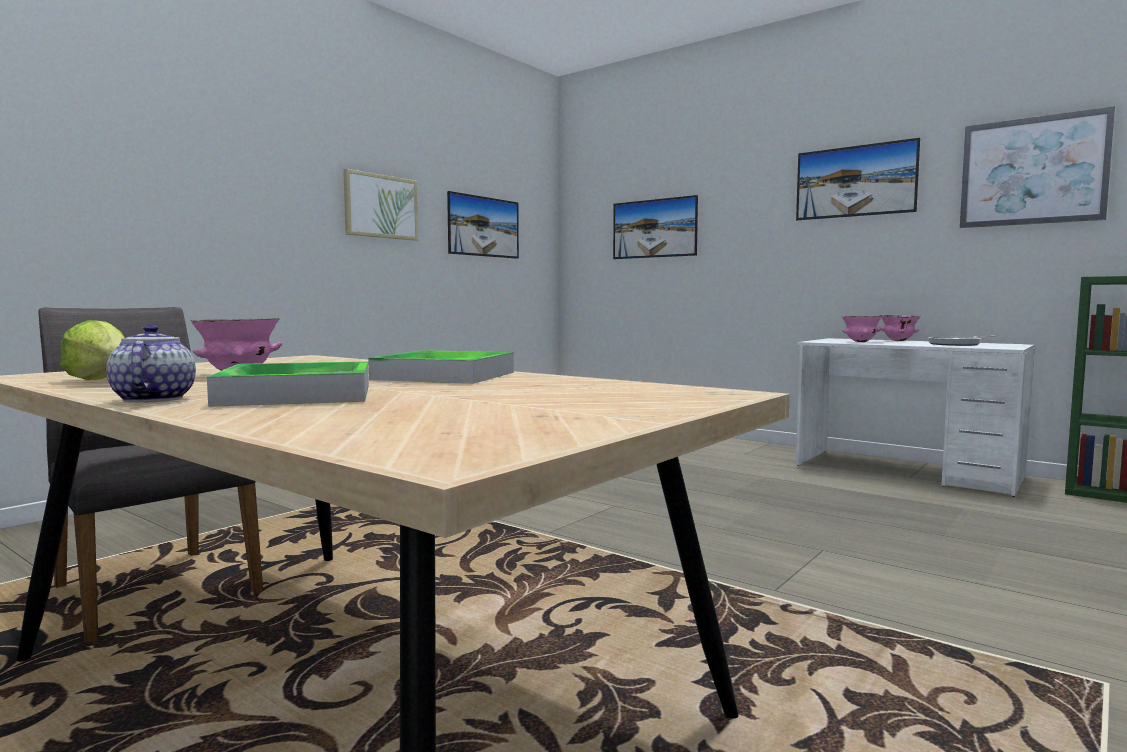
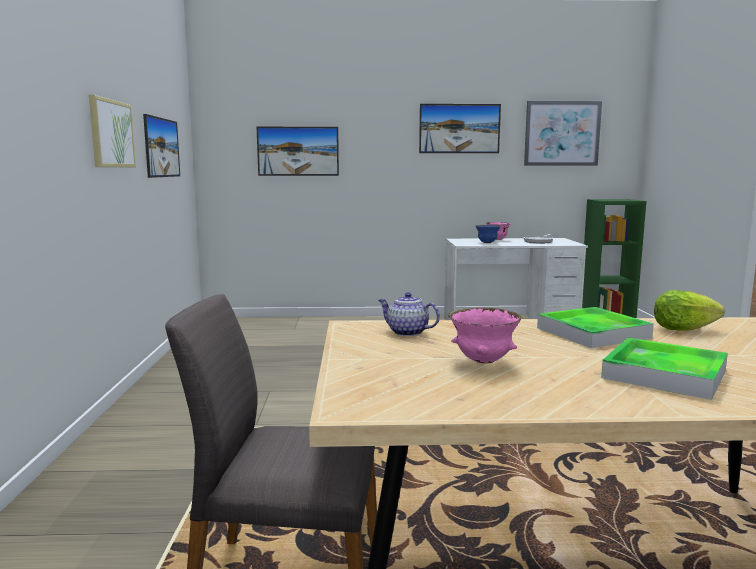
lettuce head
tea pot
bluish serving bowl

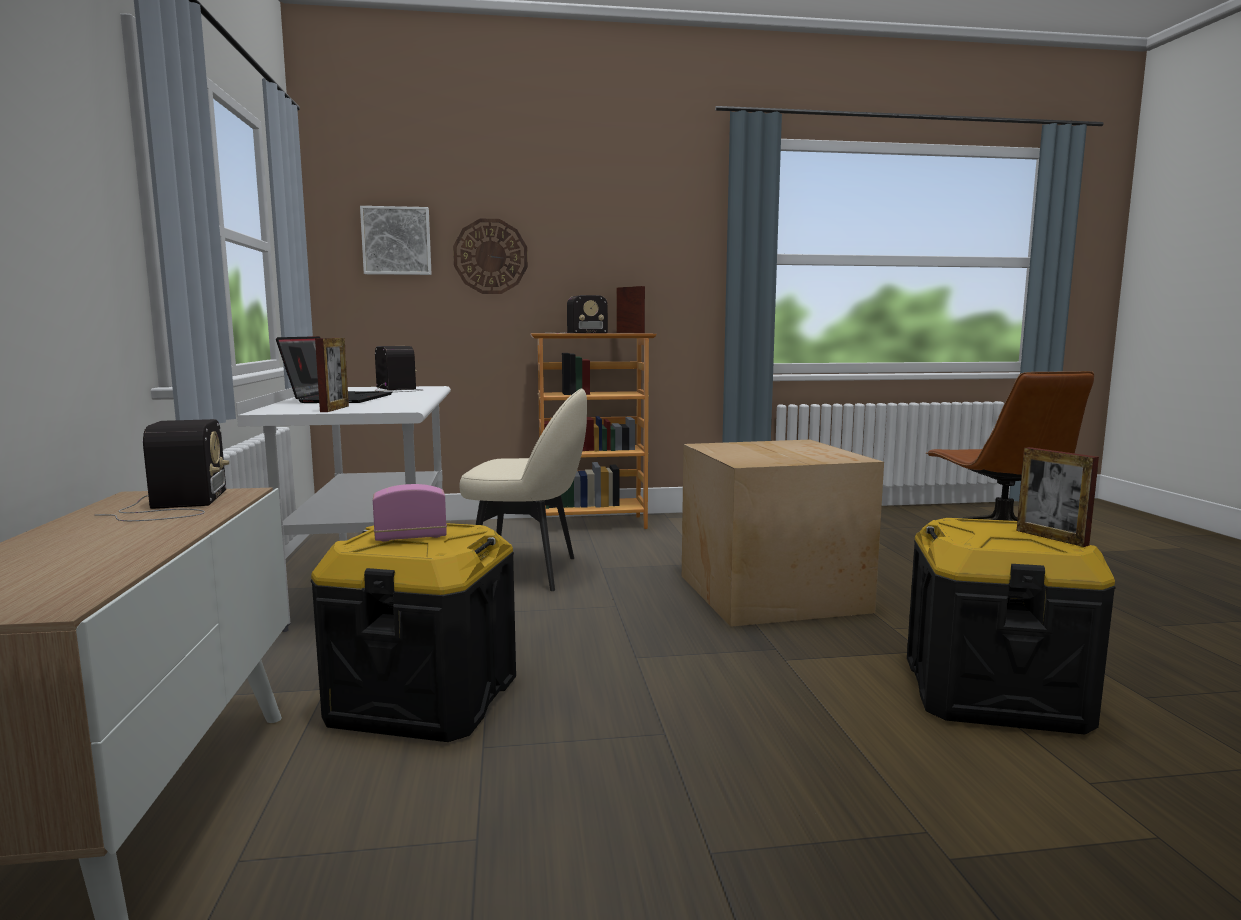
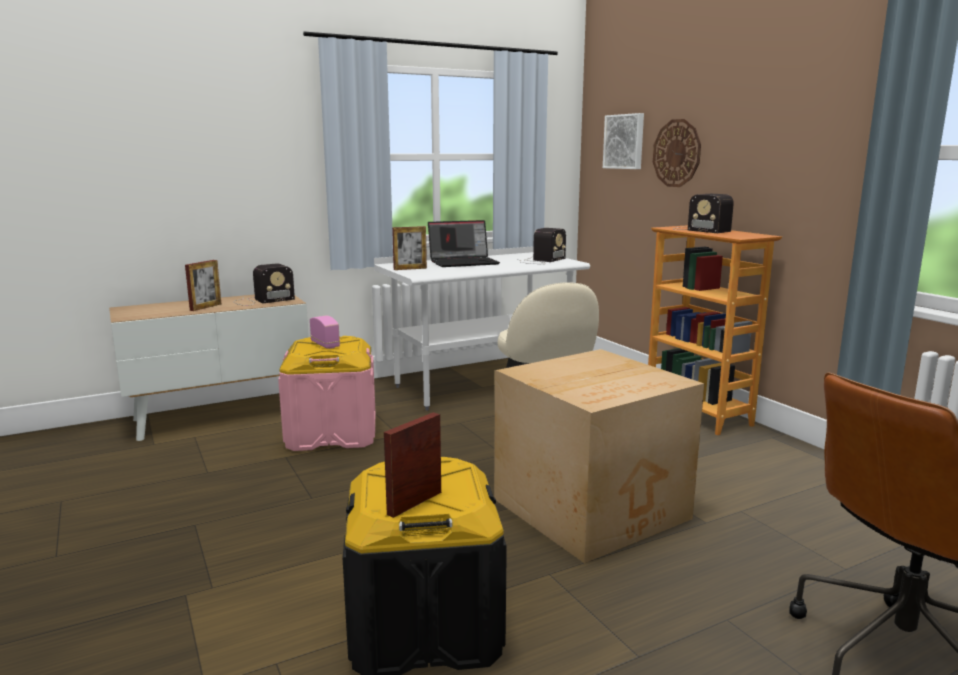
photo frame (1st from left)
pink-coloured storage bin

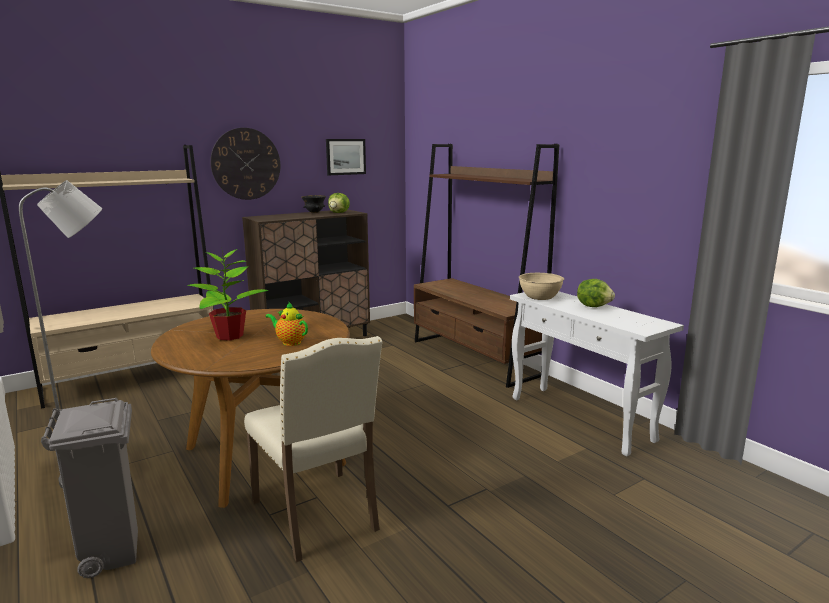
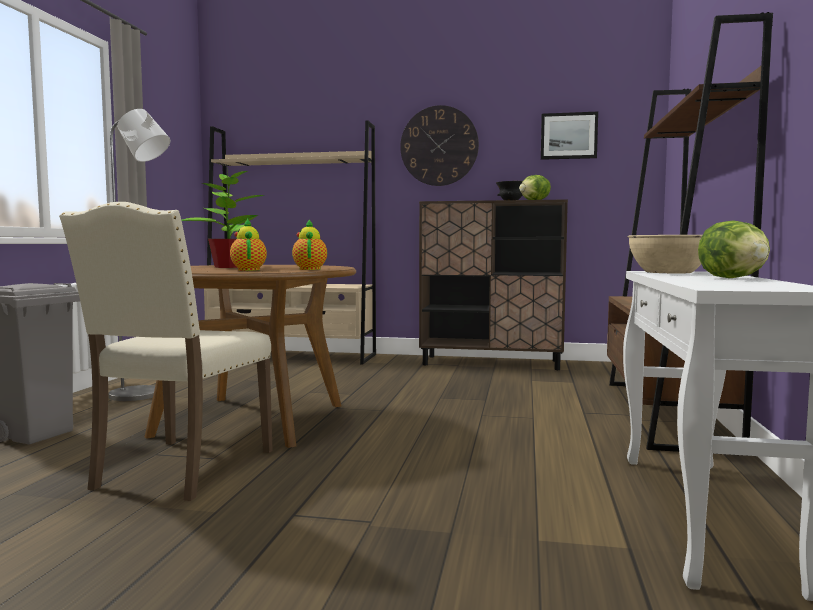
tea pot (2nd from left)

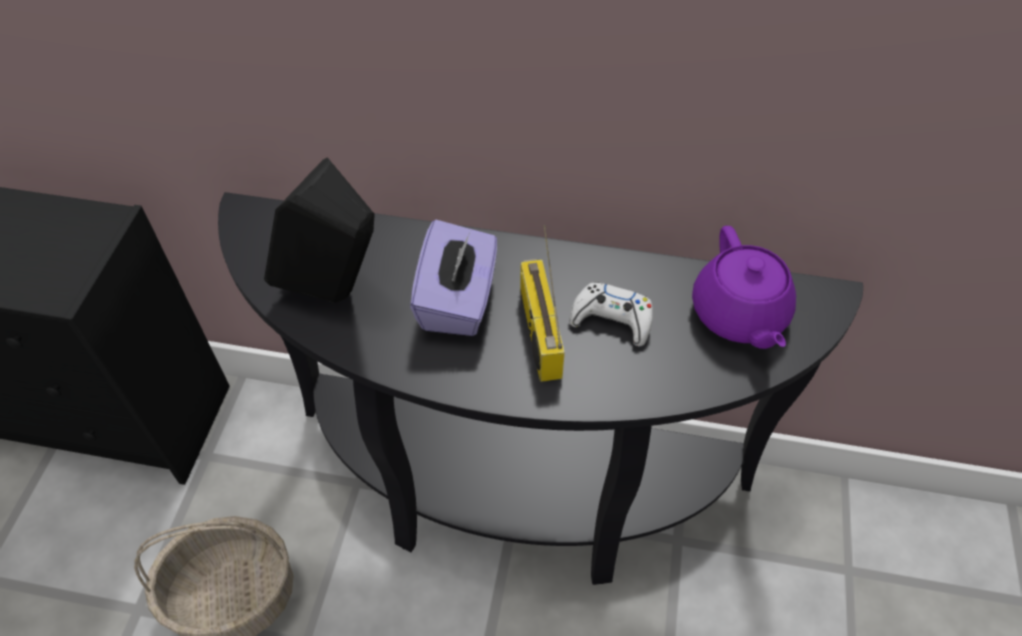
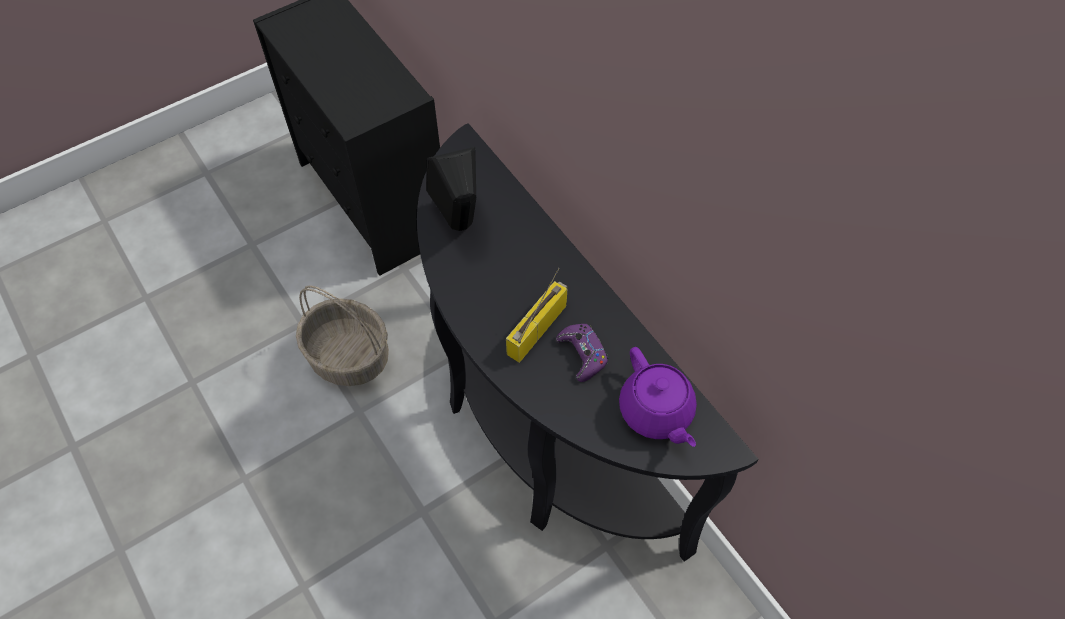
purplish box of tissues
purplish joypad
purplish tea pot

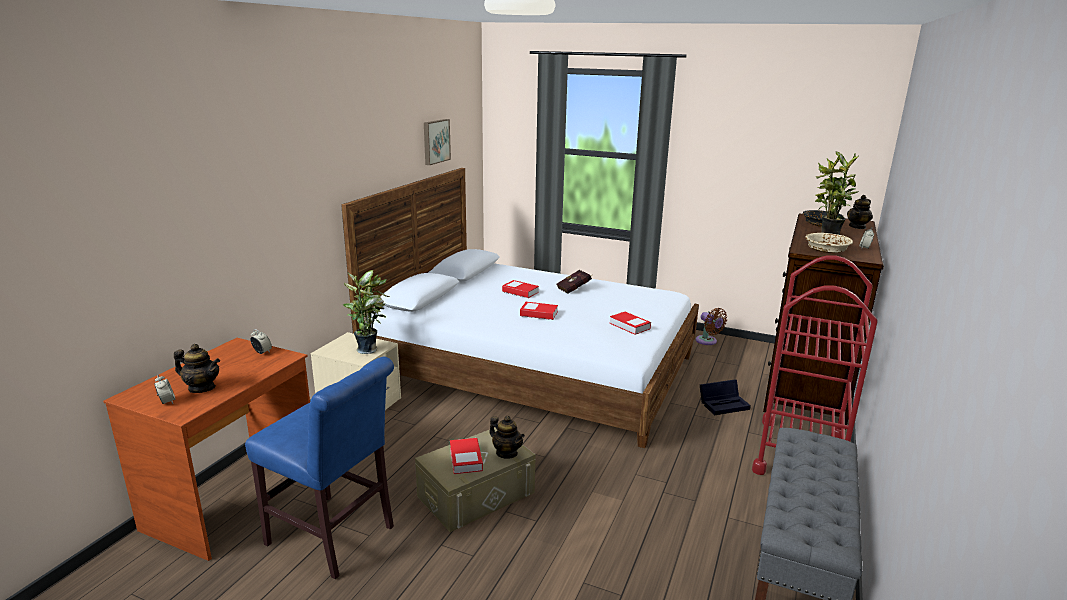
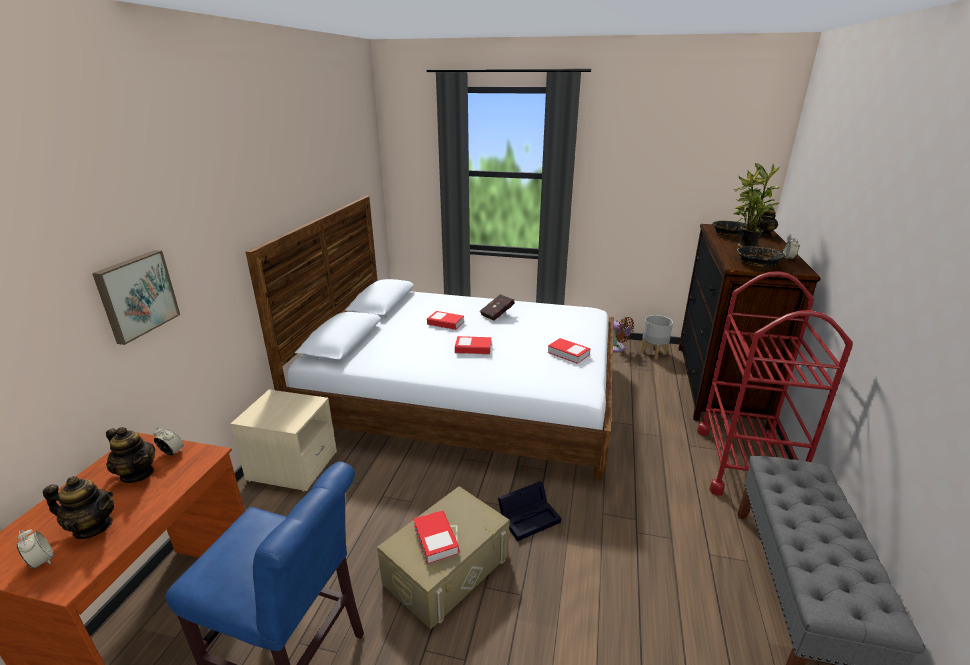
potted plant (1st from left in the first image)
grey flower pot
wall picture
tea pot (2nd from left)
blackish storage bin
blackish serving bowl (2nd from left)

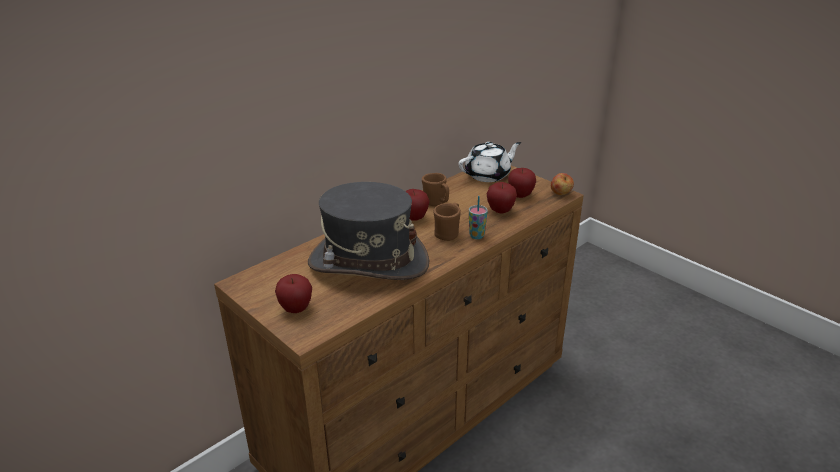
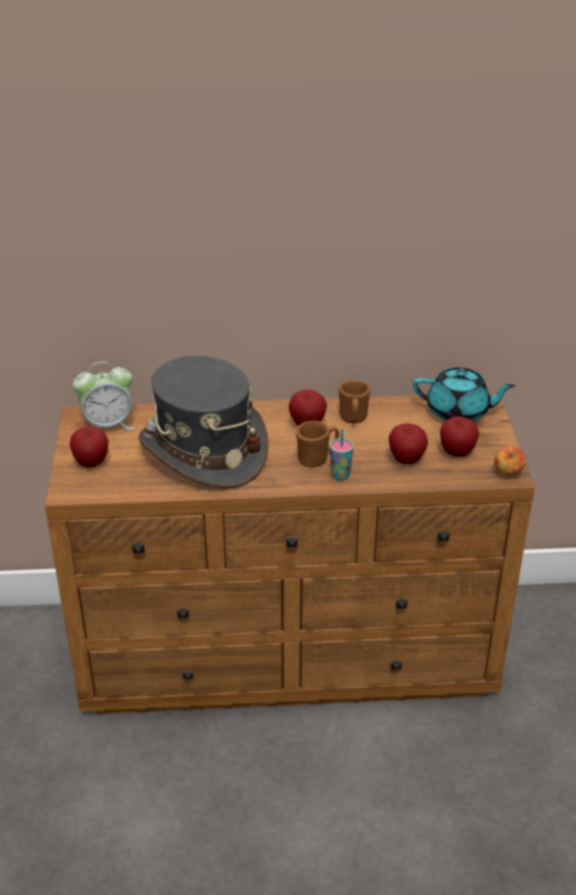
alarm clock
turquoise tea pot

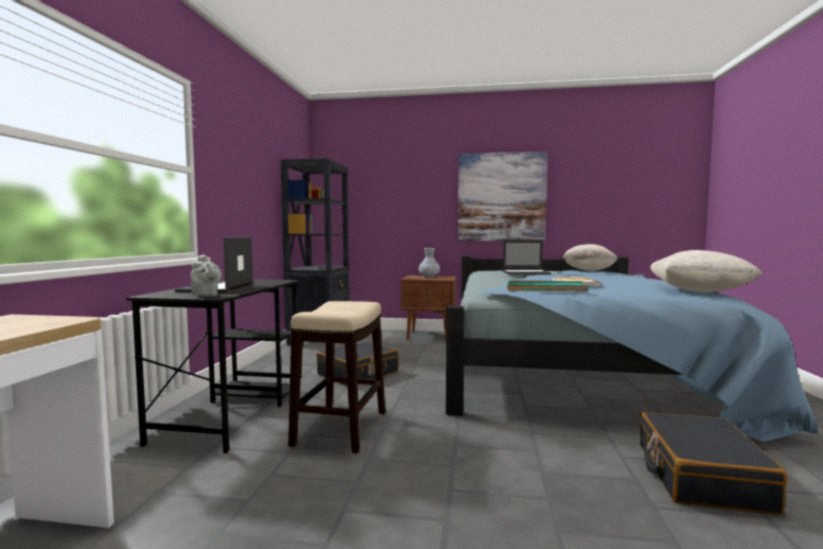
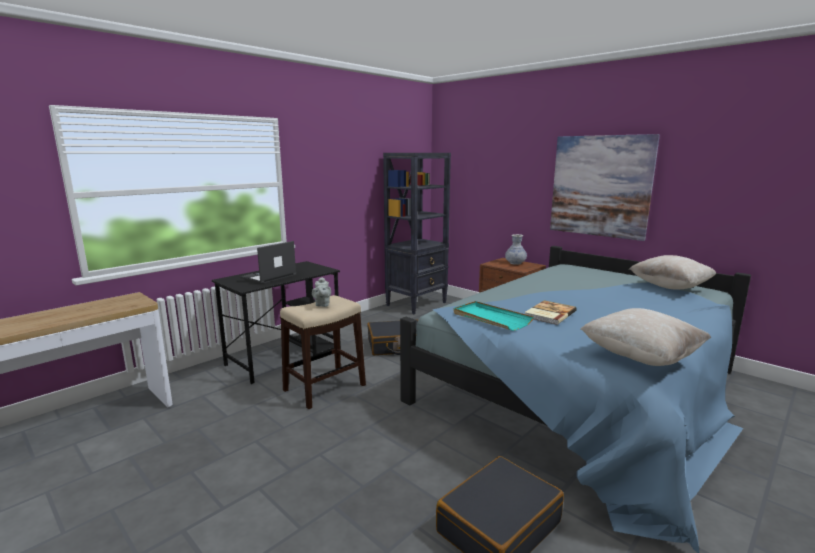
laptop (2nd from left in the first image)
grey tea pot

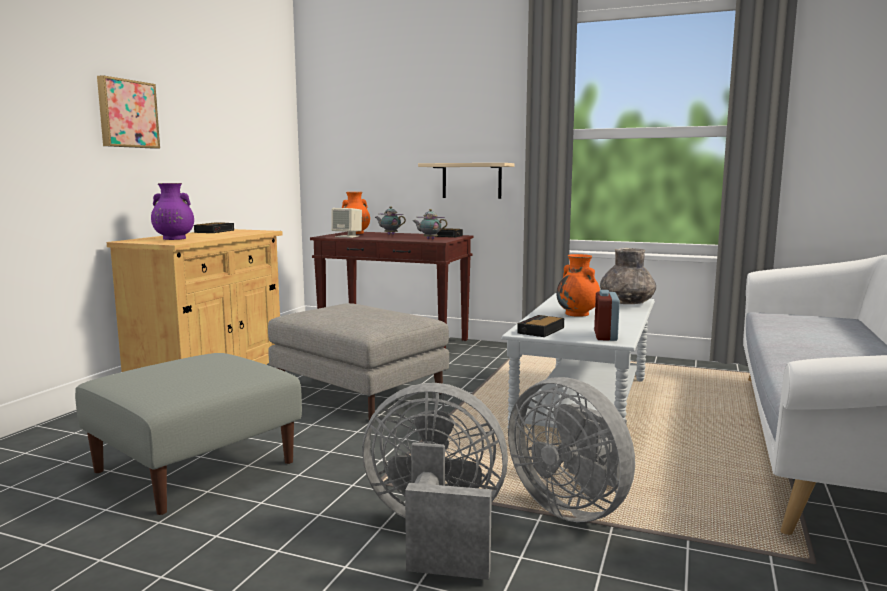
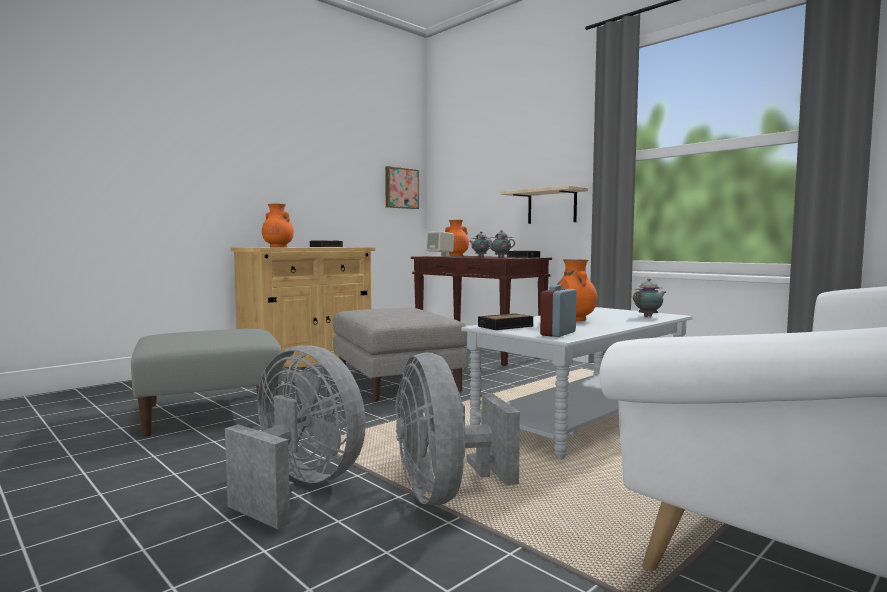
wall picture
tea pot (3rd from left)
orange-coloured decorative vase (1st from left)

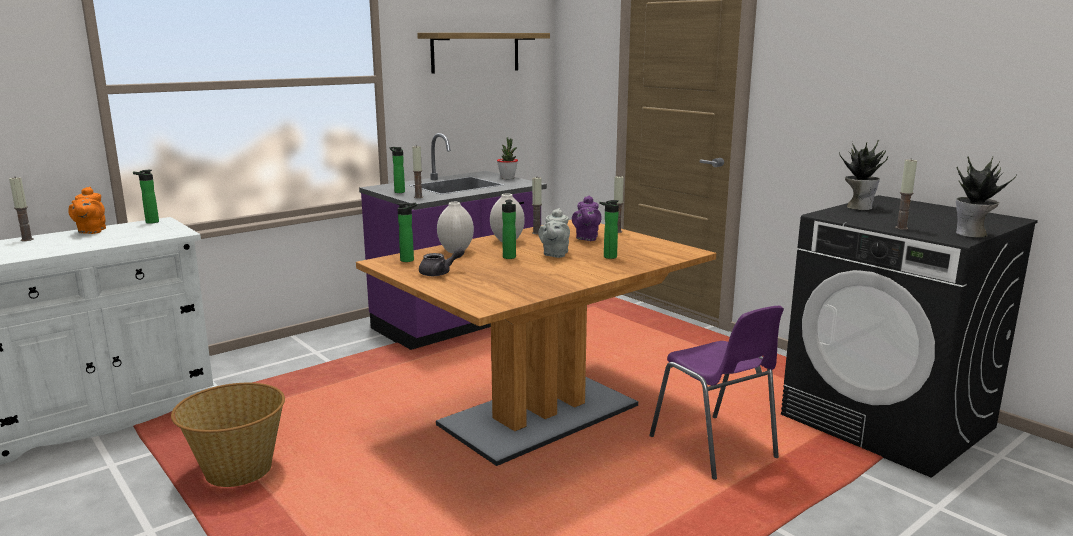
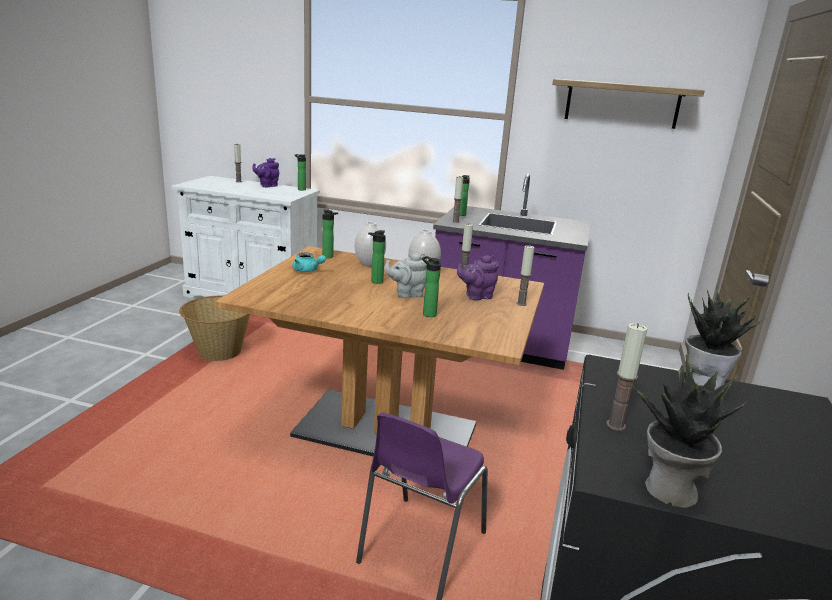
potted plant (1st from left in the first image)
purplish tea pot (1st from left)
turquoise tea pot

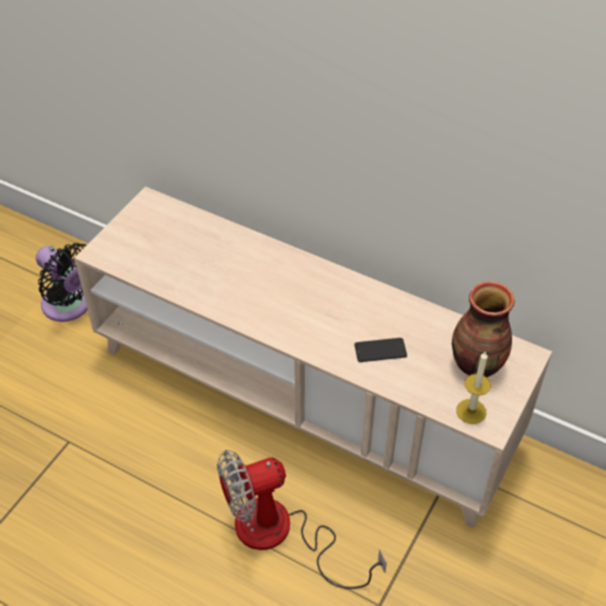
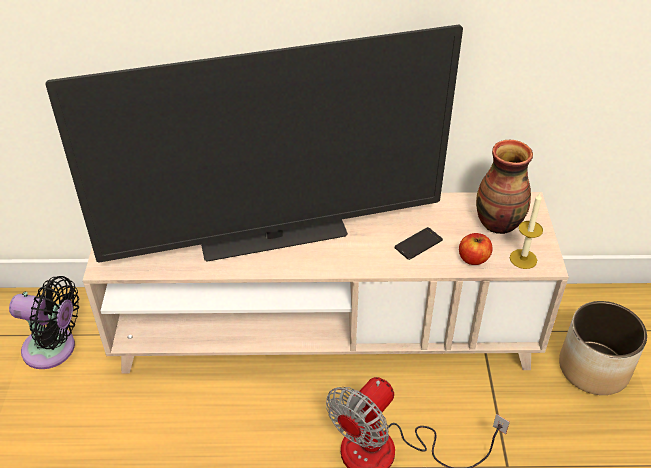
TV
apple
flower pot

